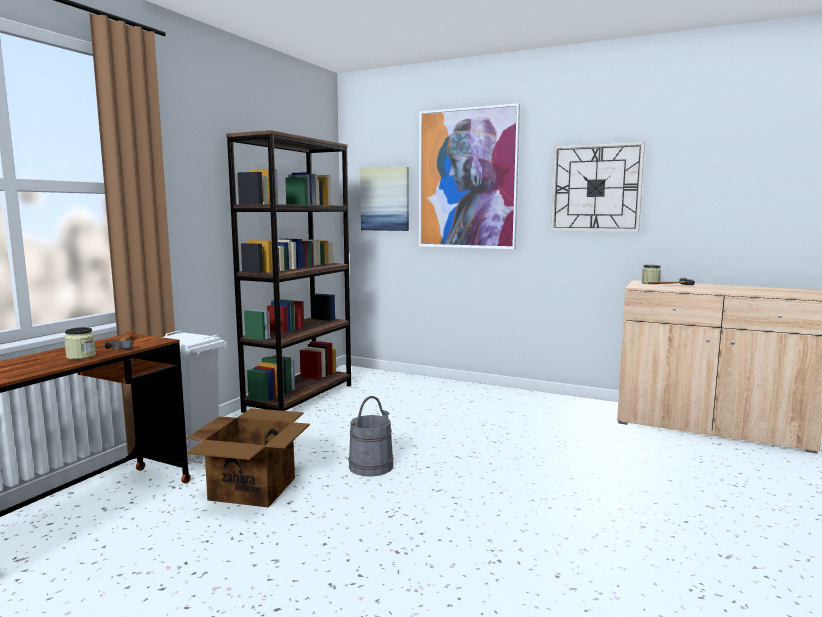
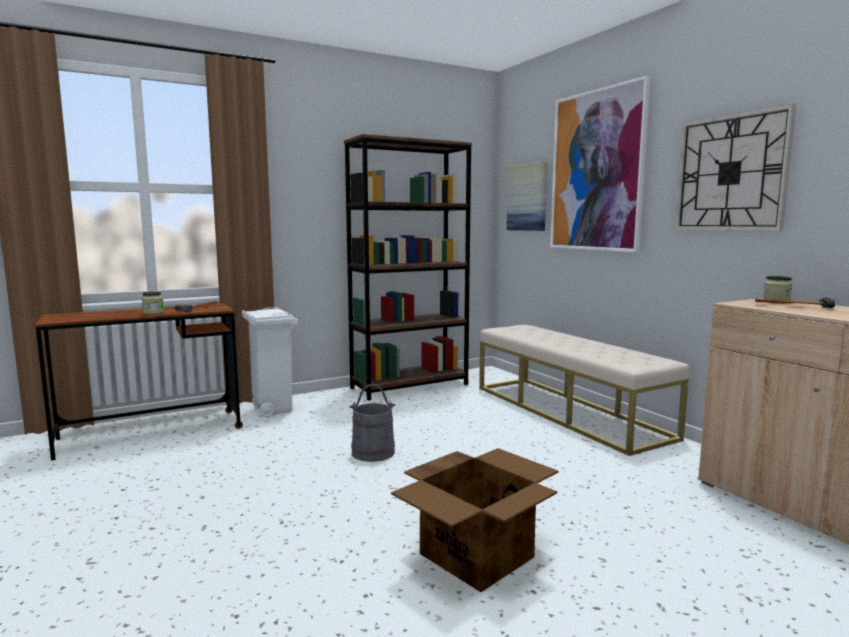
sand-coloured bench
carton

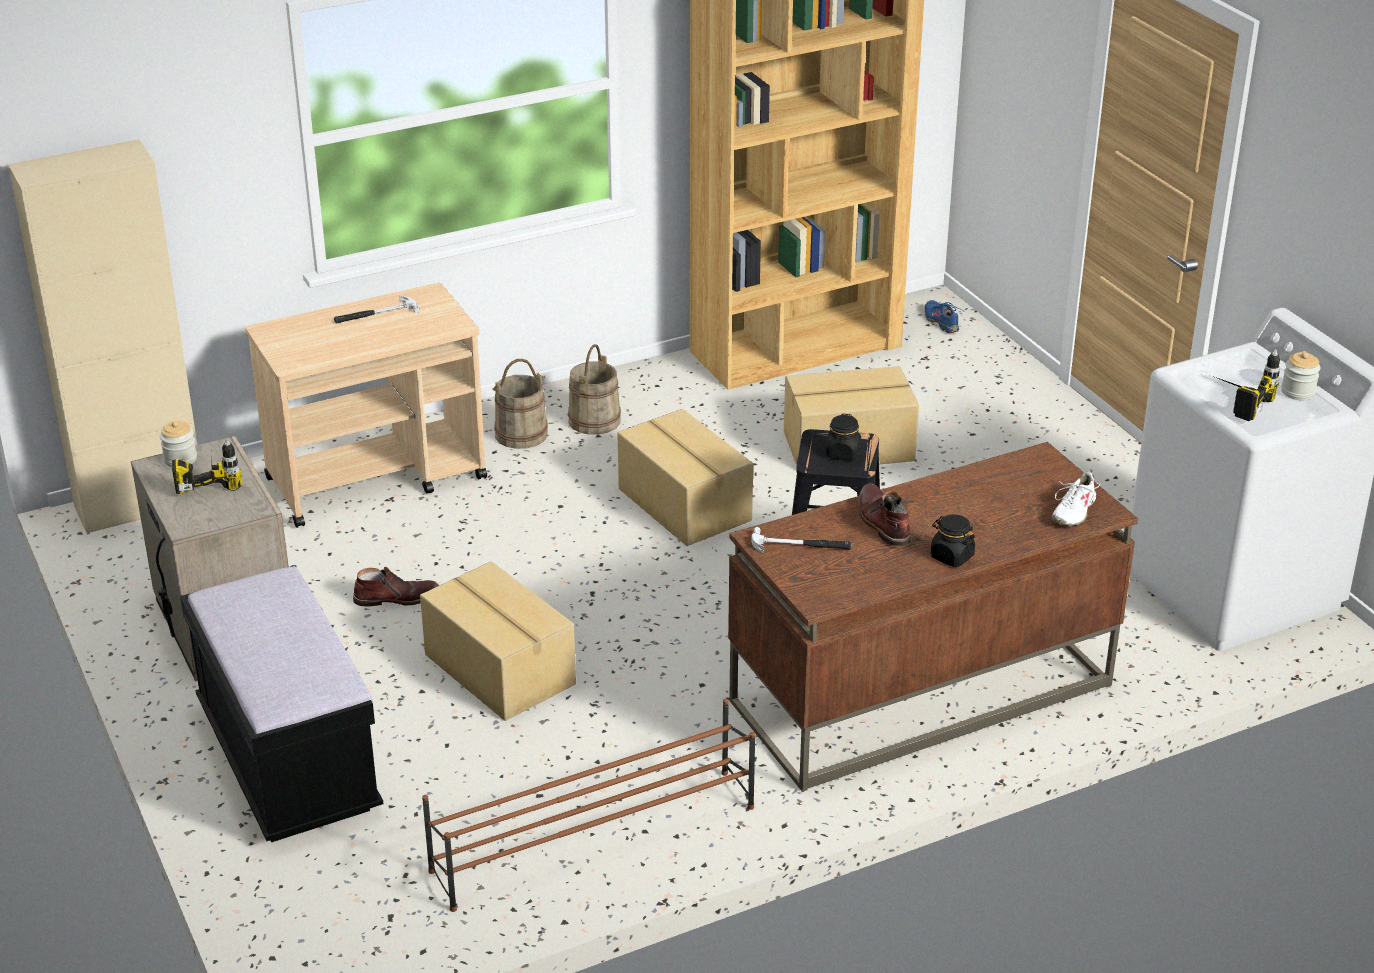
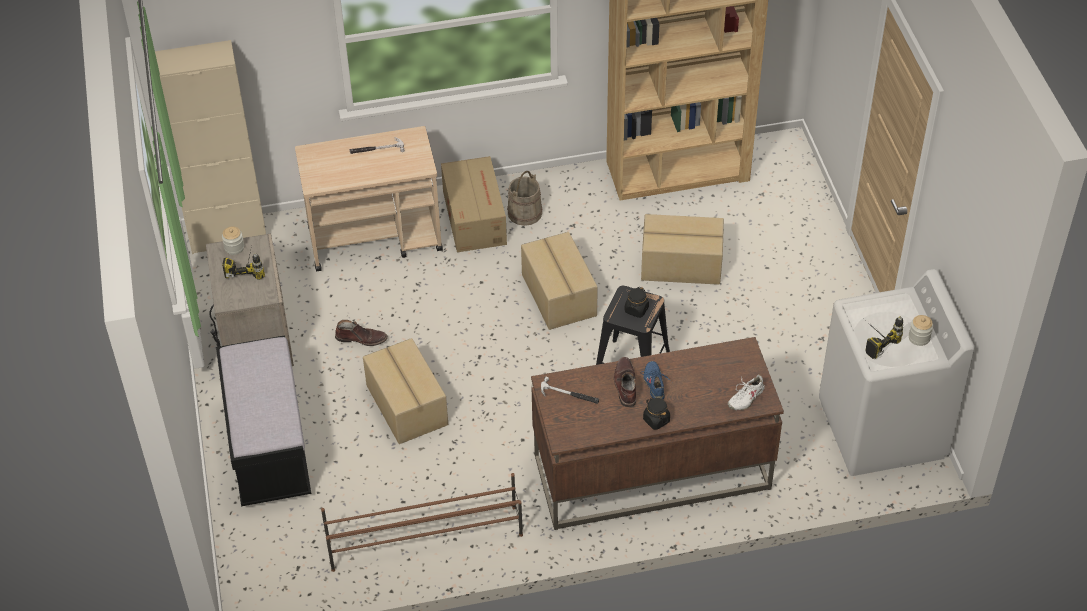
bluish item of footwear
carton (2nd from left)

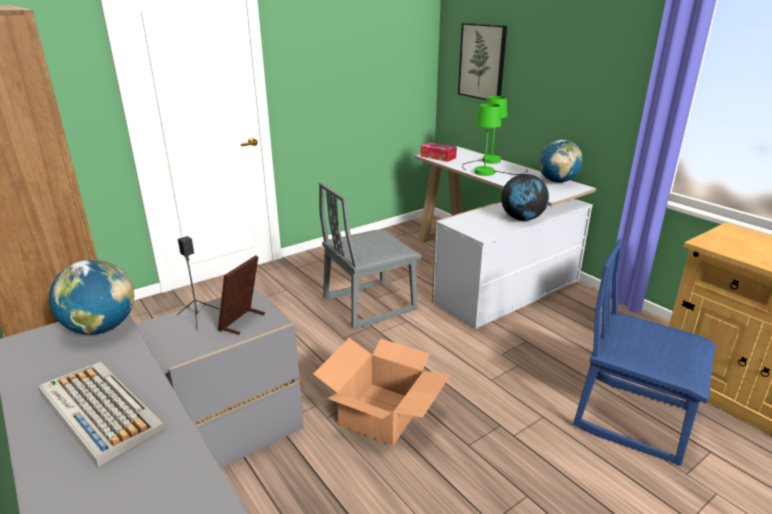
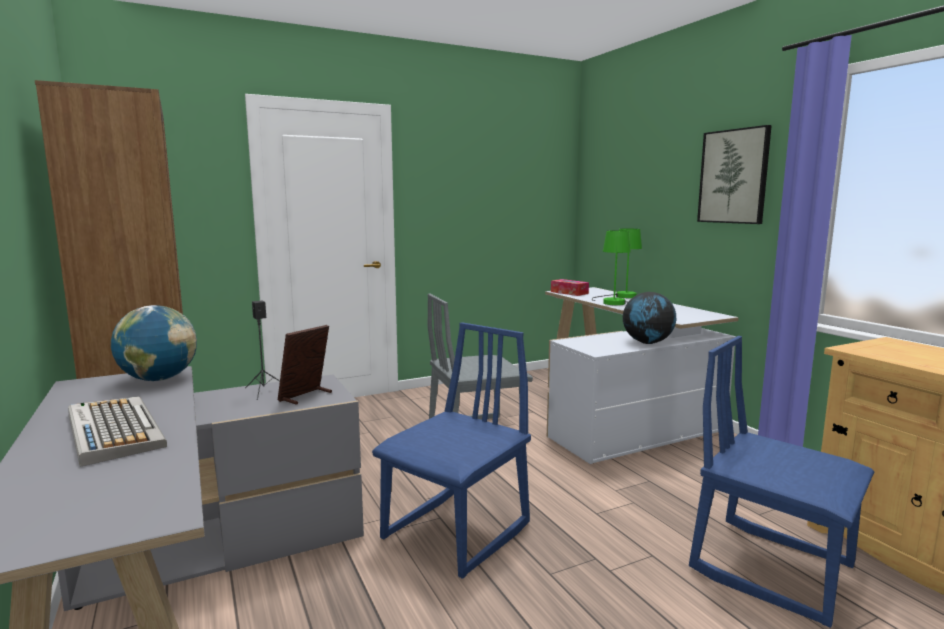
desk globe (3rd from left in the first image)
wall picture
bluish plain chair (1st from left)

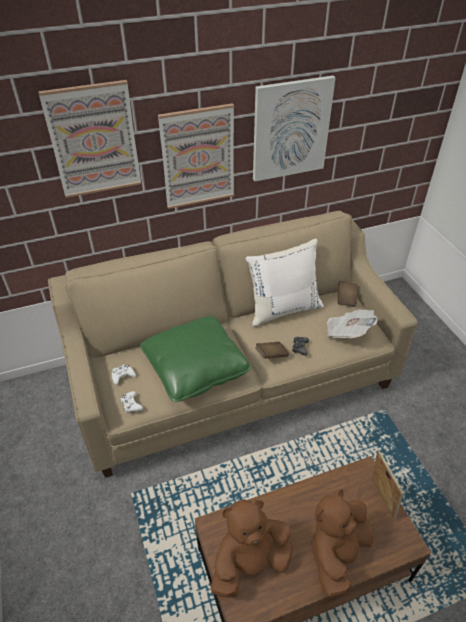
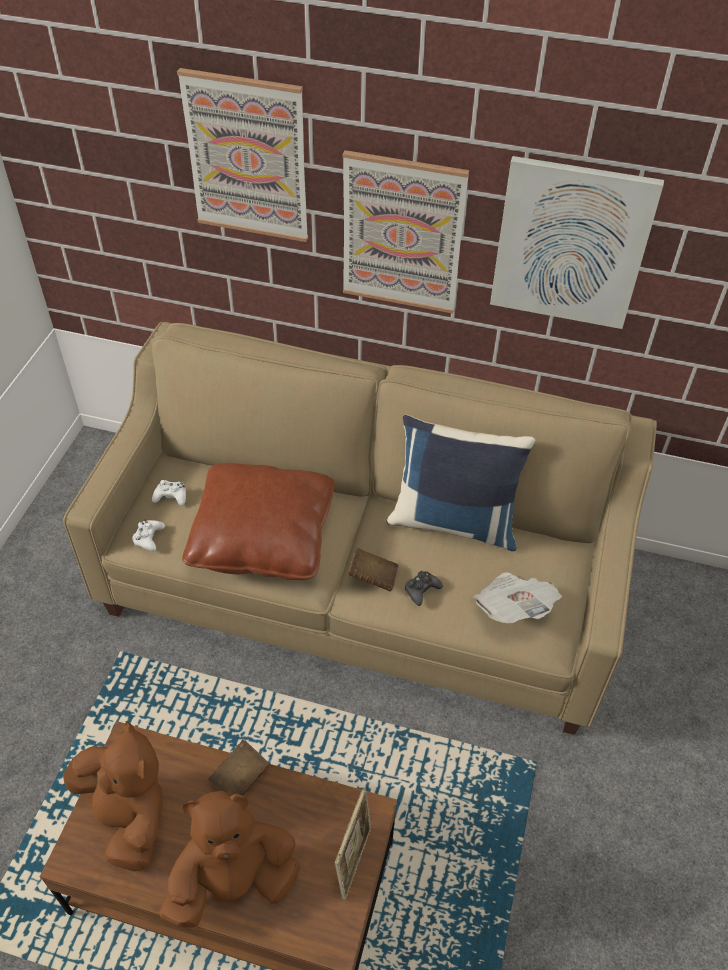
brownish volume (1st from left)
brownish pillow
bluish pillow
brownish soft toy (1st from left)

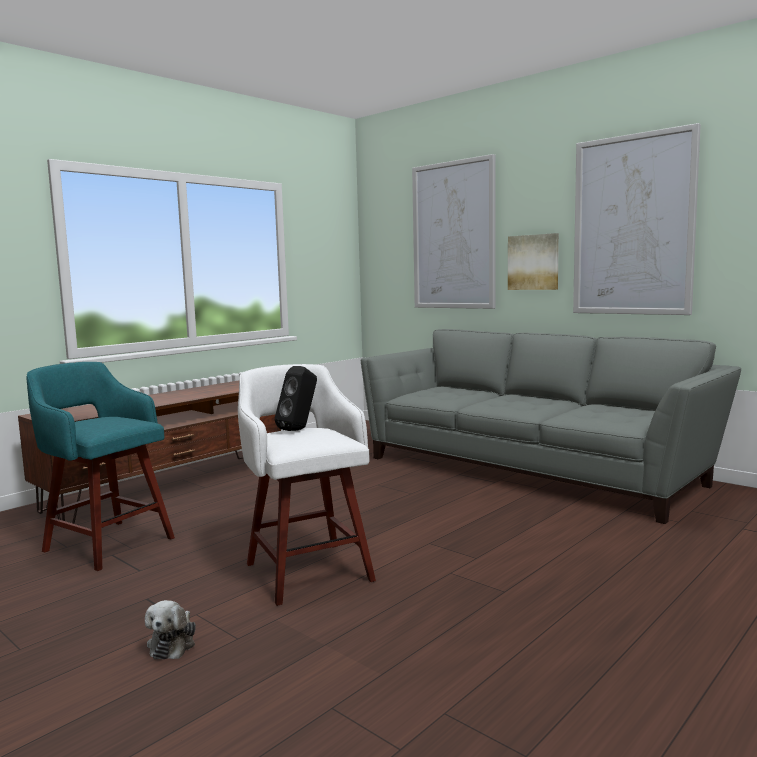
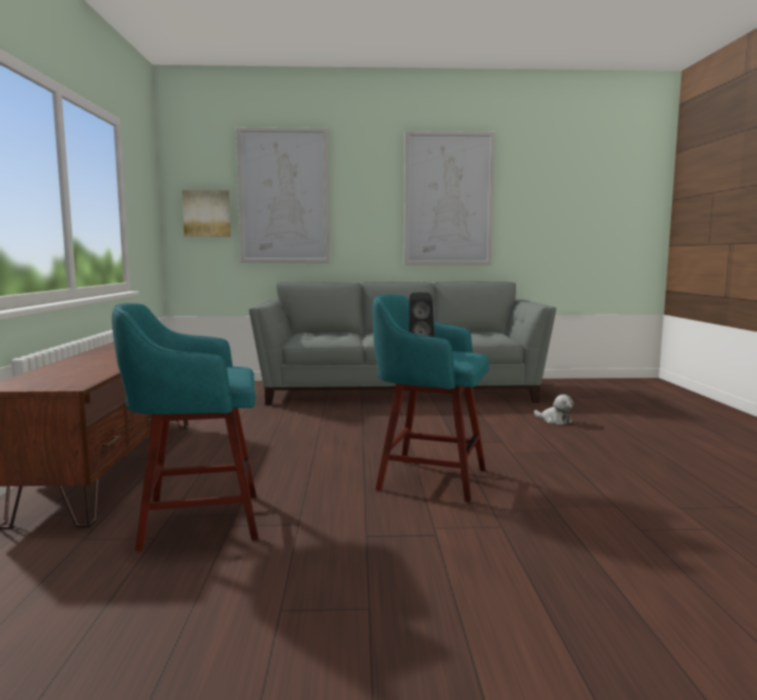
soft toy
wall picture (1st from left)
turquoise stool (2nd from left)

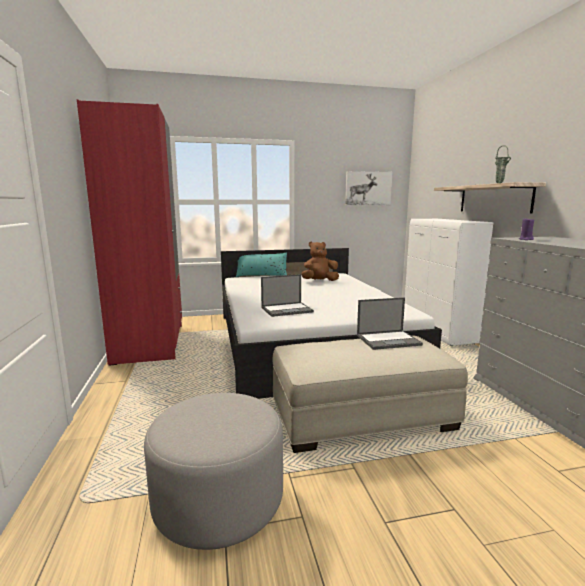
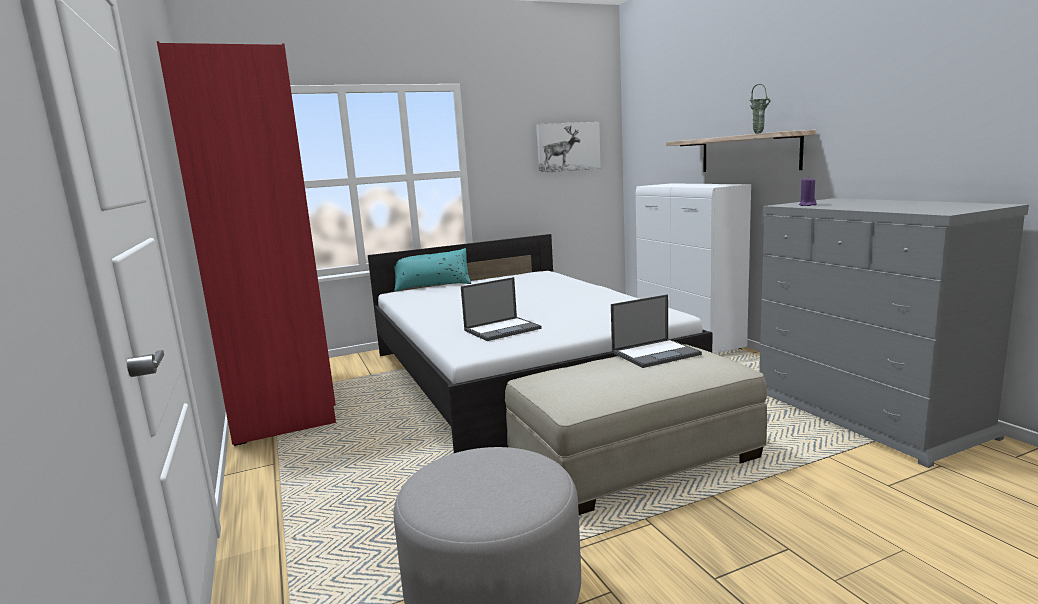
brownish soft toy

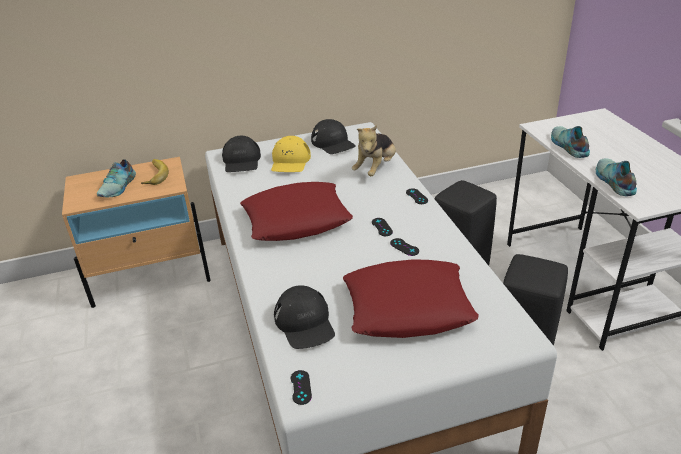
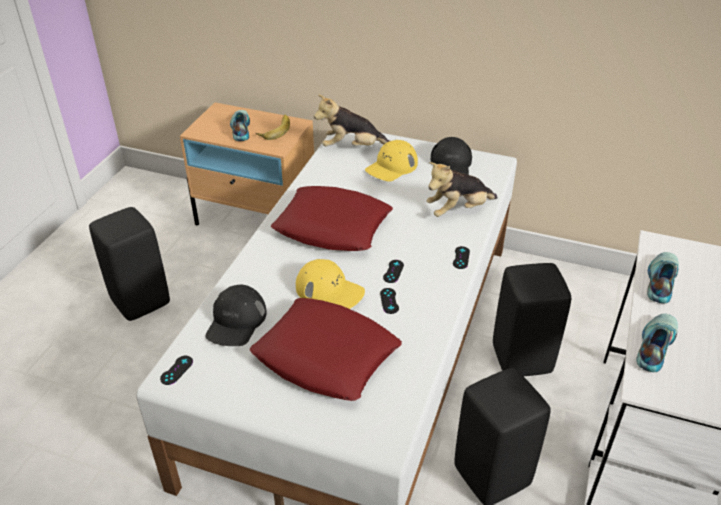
blackish stool (1st from left)
yellow-coloured cap (1st from left)
soft toy (1st from left)
item of footwear (1st from left)

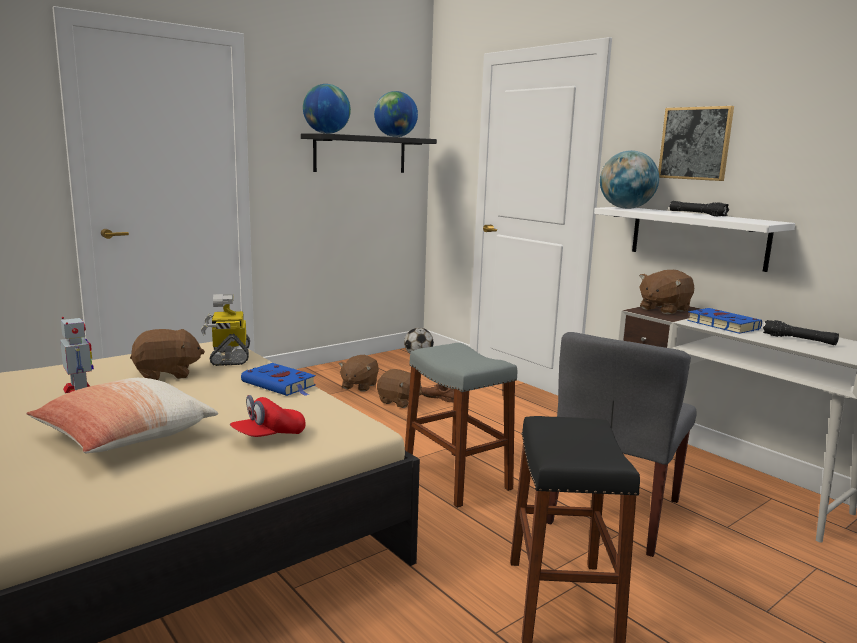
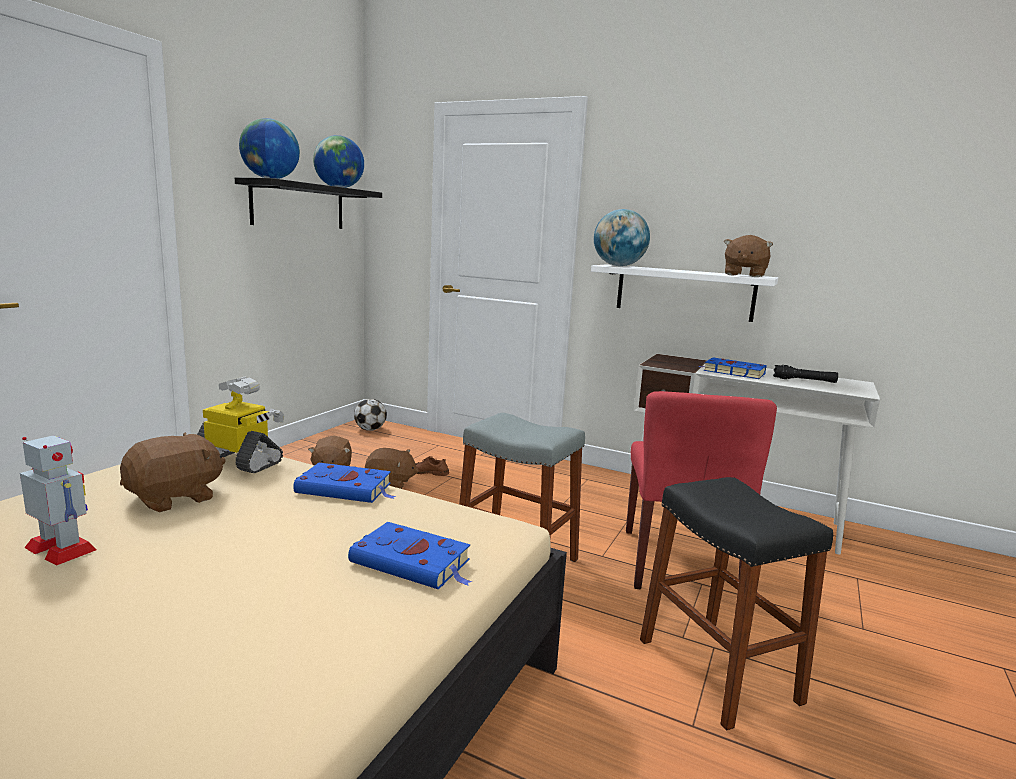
pillow
wall picture
blackish torch (1st from left in the first image)
brownish soft toy (4th from left)
bluish volume (2nd from left)
red plain chair
model robot (2nd from left)

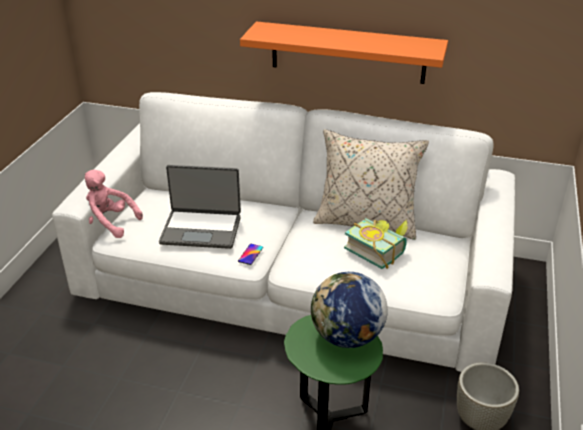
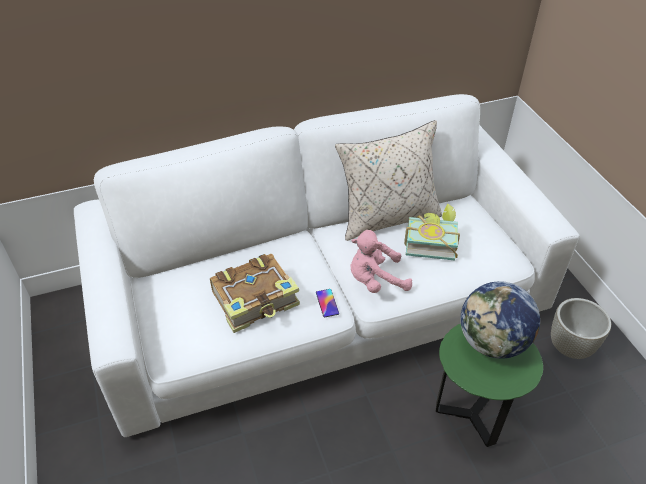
orange-coloured wall shelf
pink-coloured soft toy
volume (1st from left)

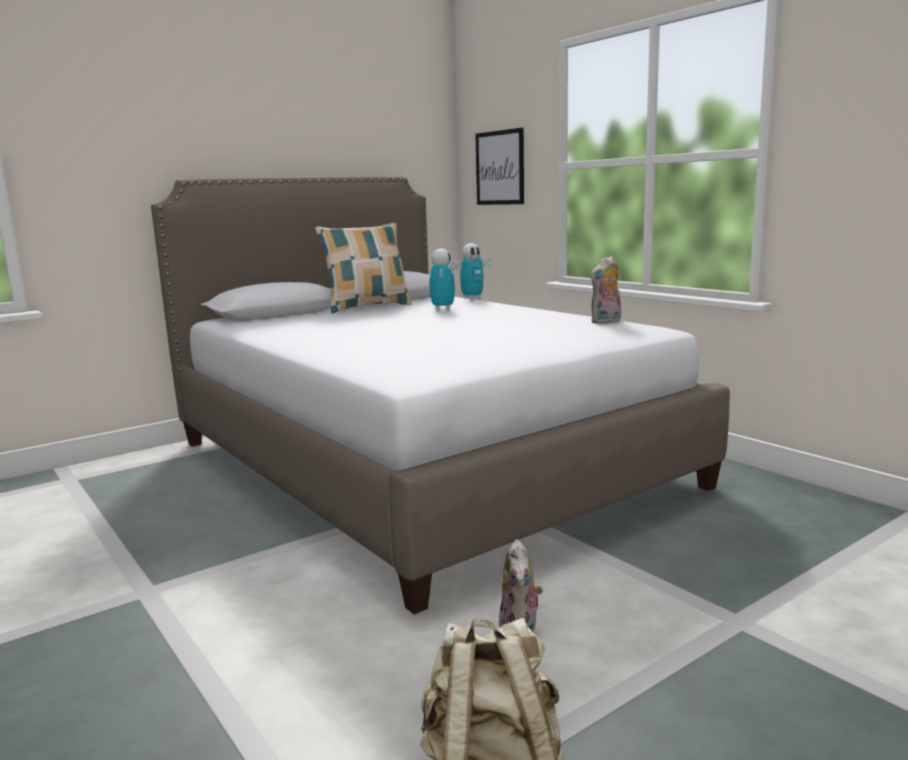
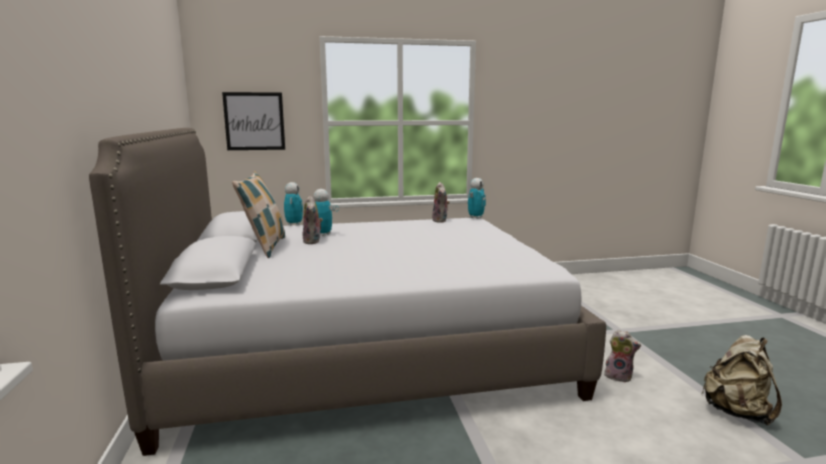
soft toy (1st from left)
model robot (3rd from left)

